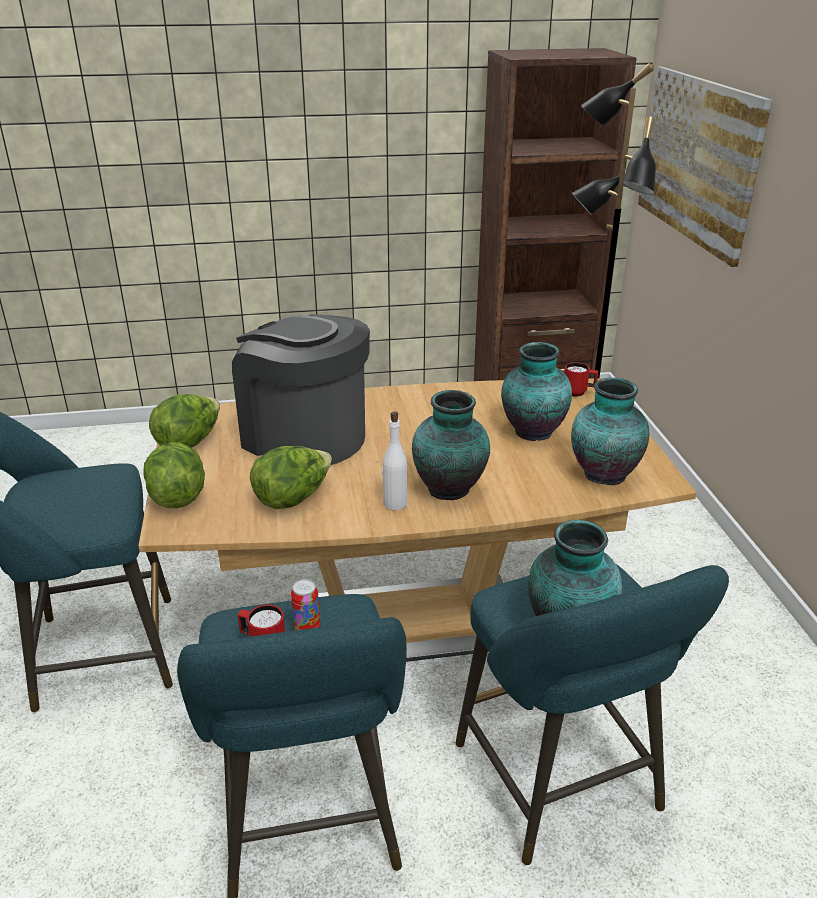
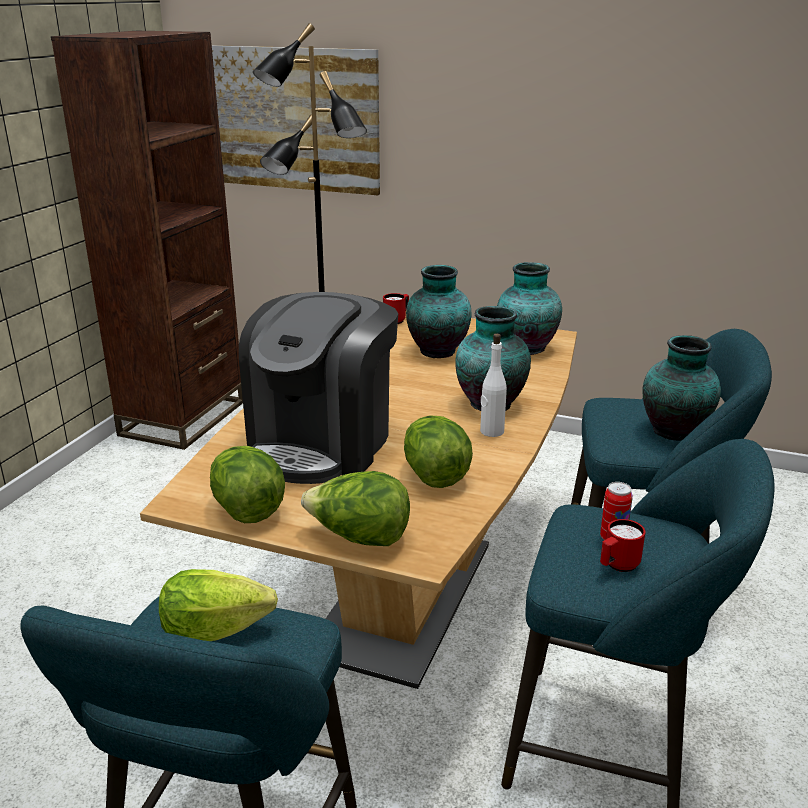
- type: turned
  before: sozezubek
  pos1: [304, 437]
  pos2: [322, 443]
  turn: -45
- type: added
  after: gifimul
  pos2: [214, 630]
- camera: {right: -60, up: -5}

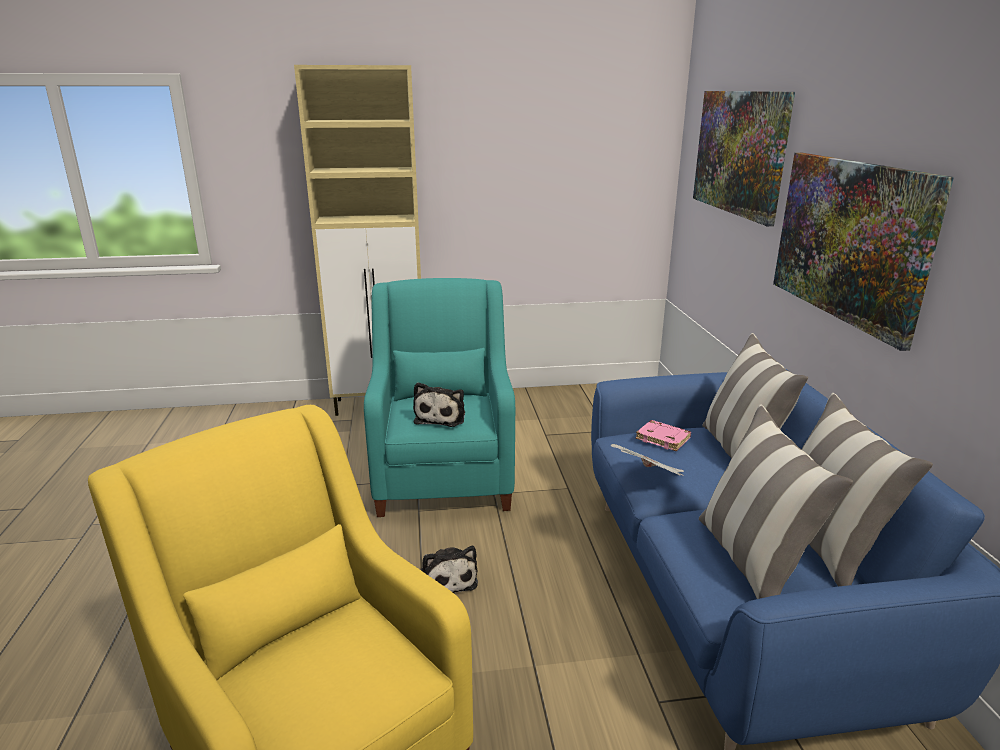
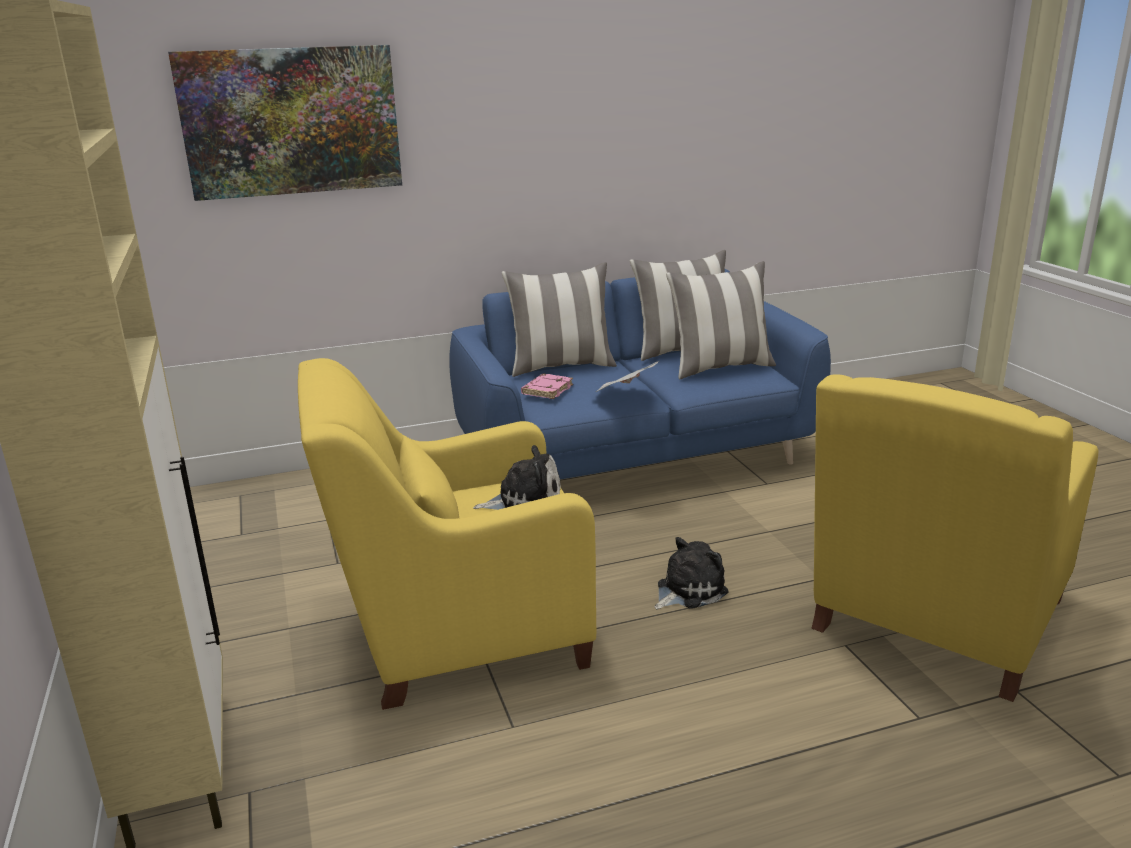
- type: removed
  before: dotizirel
  pos1: [850, 240]
- type: recoloured
  before: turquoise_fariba
  after: yellow_fariba
  pos1: [444, 473]
  pos2: [458, 632]
- camera: {right: -100, up: 0}

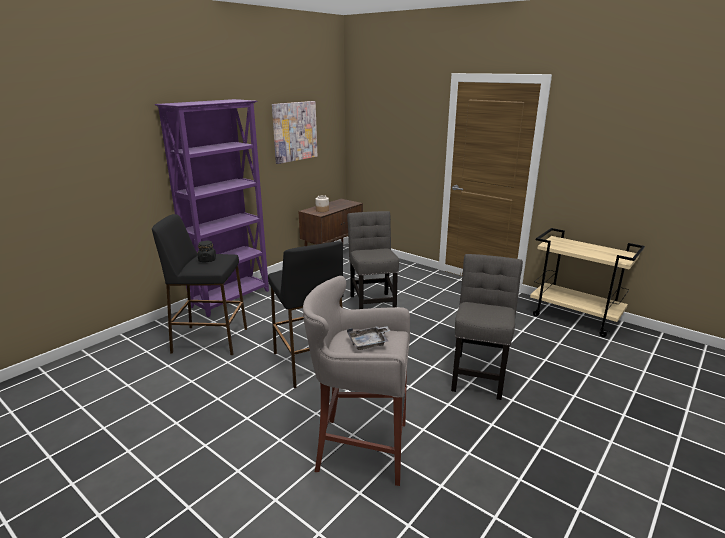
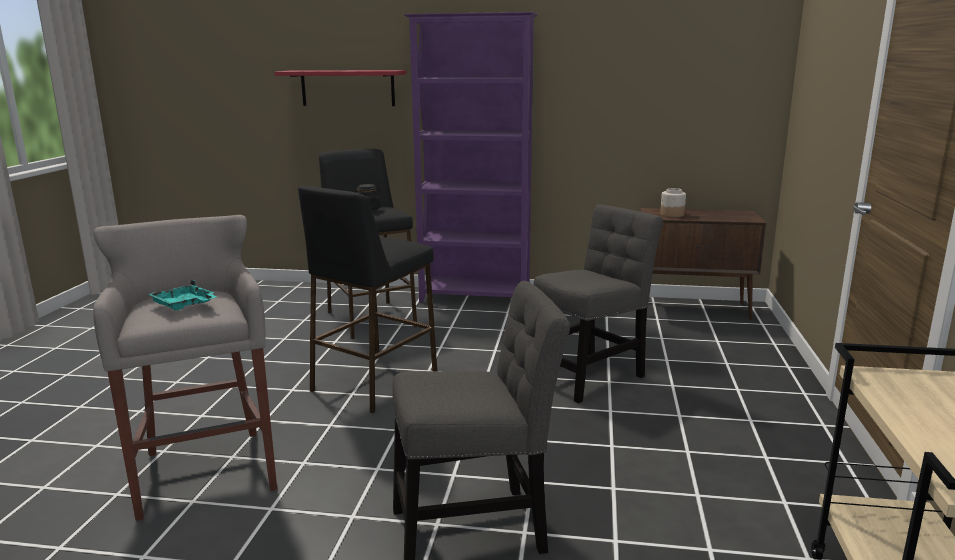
- type: removed
  before: dotizirel
  pos1: [294, 131]
- type: recoloured
  before: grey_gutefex
  after: turquoise_gutefex
  pos1: [369, 343]
  pos2: [184, 305]
- type: added
  after: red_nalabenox
  pos2: [347, 88]
- camera: {right: 60, up: -5}

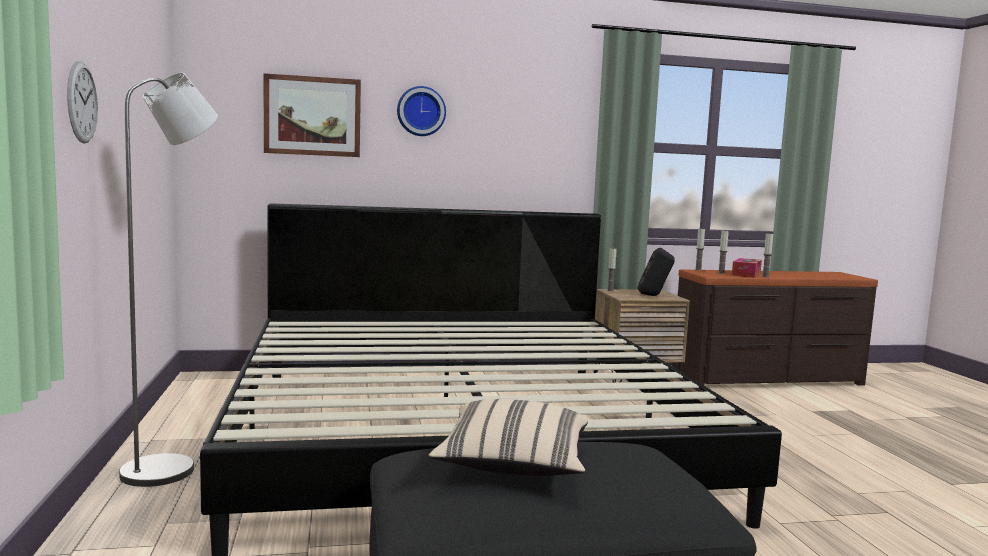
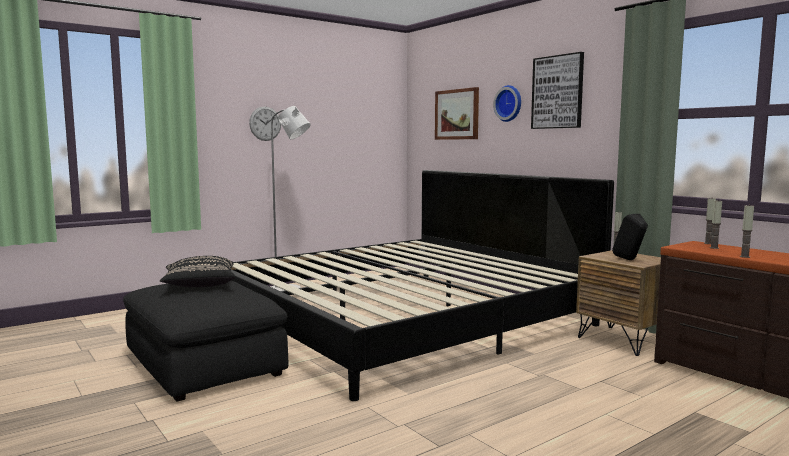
- type: removed
  before: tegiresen
  pos1: [746, 274]
- type: recoloured
  before: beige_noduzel
  after: black_noduzel
  pos1: [513, 466]
  pos2: [200, 285]
- type: added
  after: dotizirel
  pos2: [557, 92]
- camera: {right: 65, up: 0}

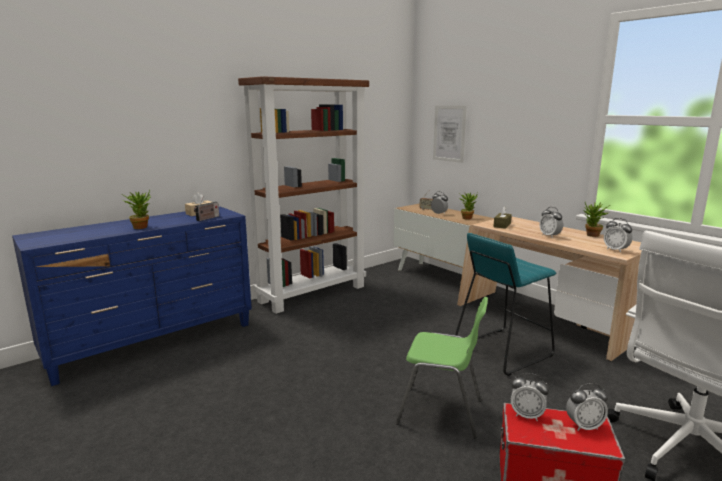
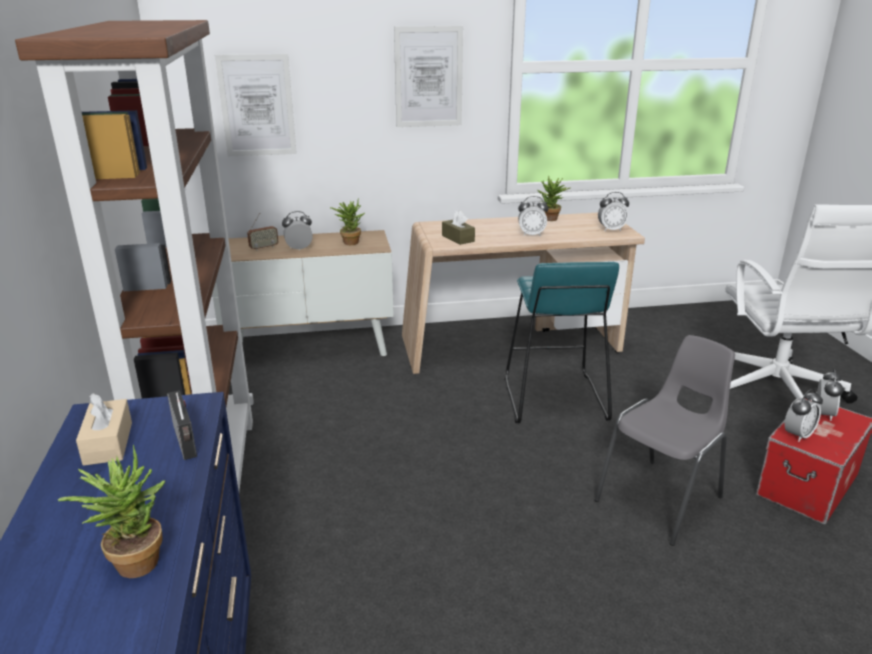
- type: recoloured
  before: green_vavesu
  after: grey_vavesu
  pos1: [441, 412]
  pos2: [661, 499]
- type: added
  after: dotizirel
  pos2: [428, 77]
- camera: {right: -60, up: 10}

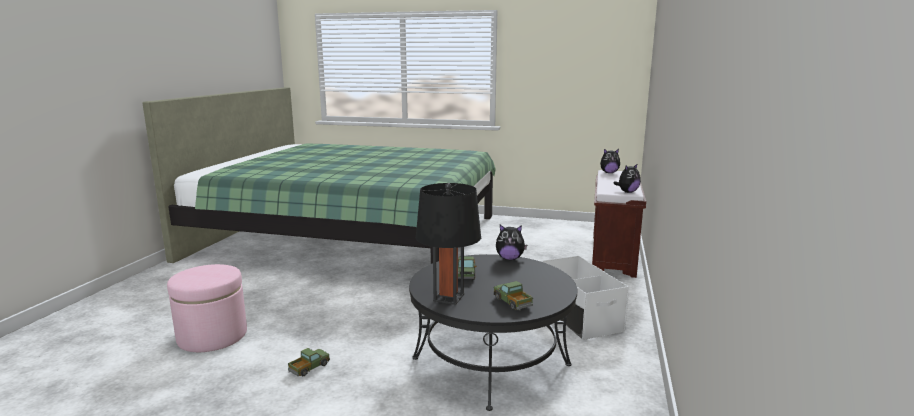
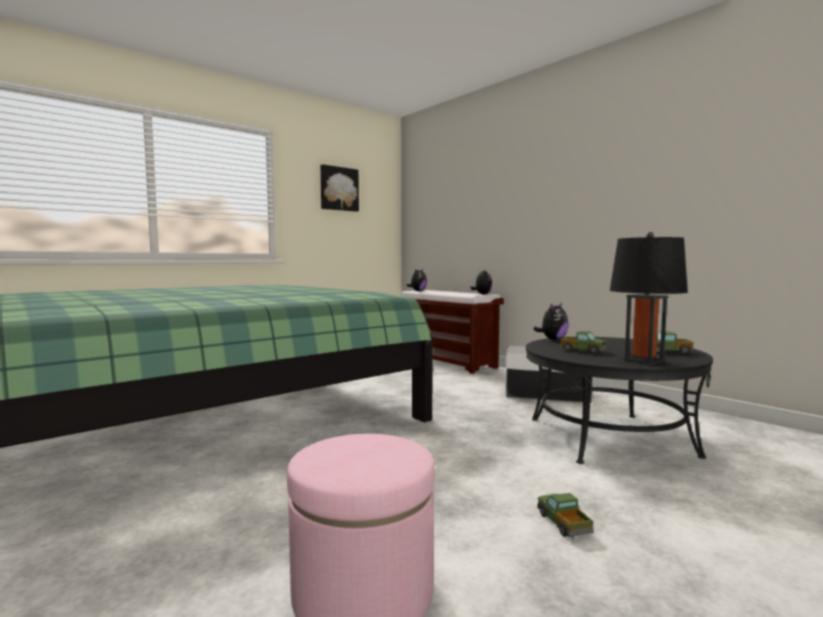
- type: added
  after: dotizirel
  pos2: [339, 189]
- camera: {right: -55, up: -10}

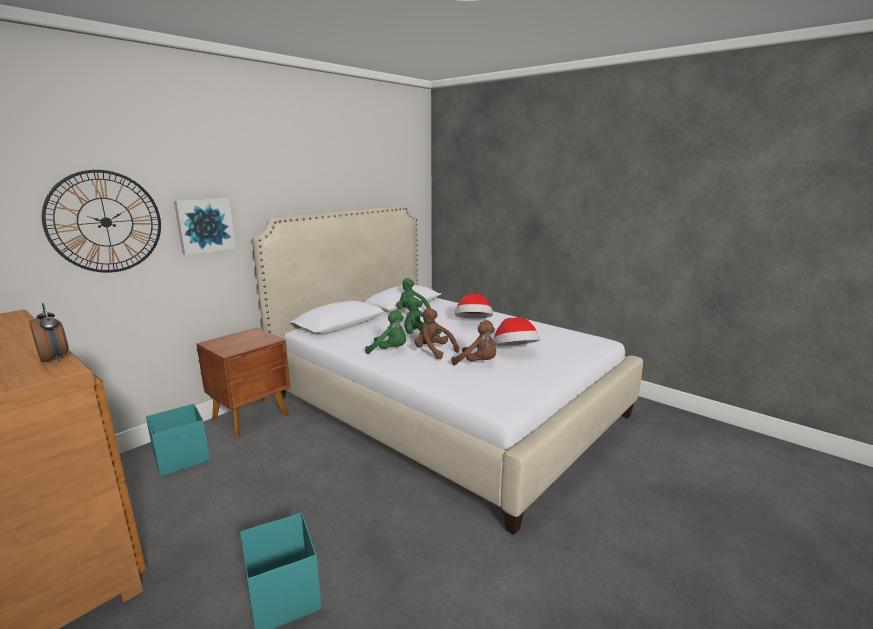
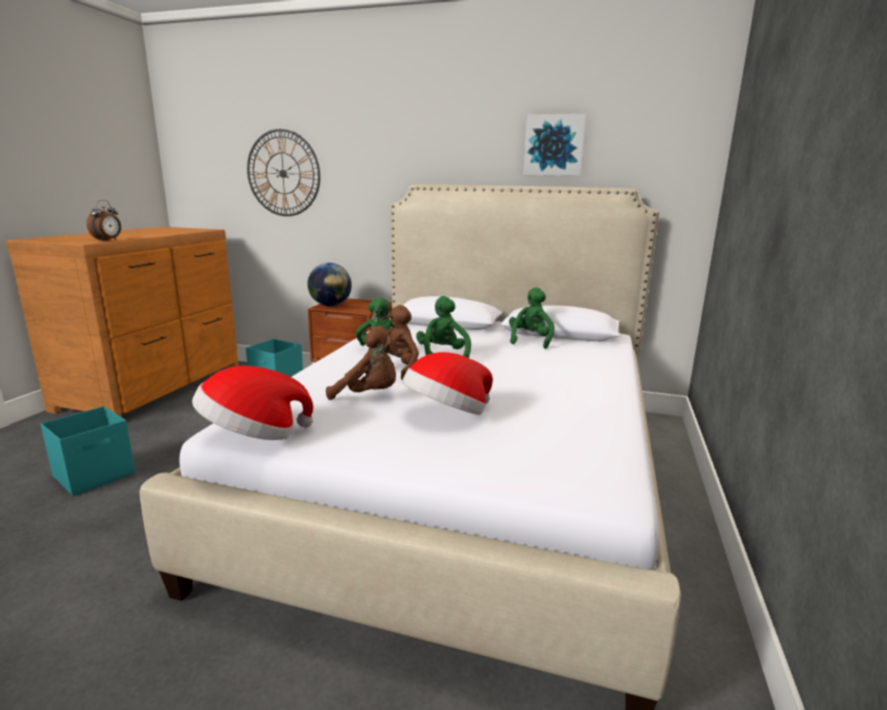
- type: moved
  before: dotizirel
  pos1: [204, 225]
  pos2: [554, 145]
- type: moved
  before: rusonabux
  pos1: [473, 323]
  pos2: [253, 436]
- type: turned
  before: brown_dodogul
  pos1: [478, 363]
  pos2: [369, 395]
  turn: -75
- type: added
  after: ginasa
  pos2: [330, 305]
- camera: {right: 65, up: 0}

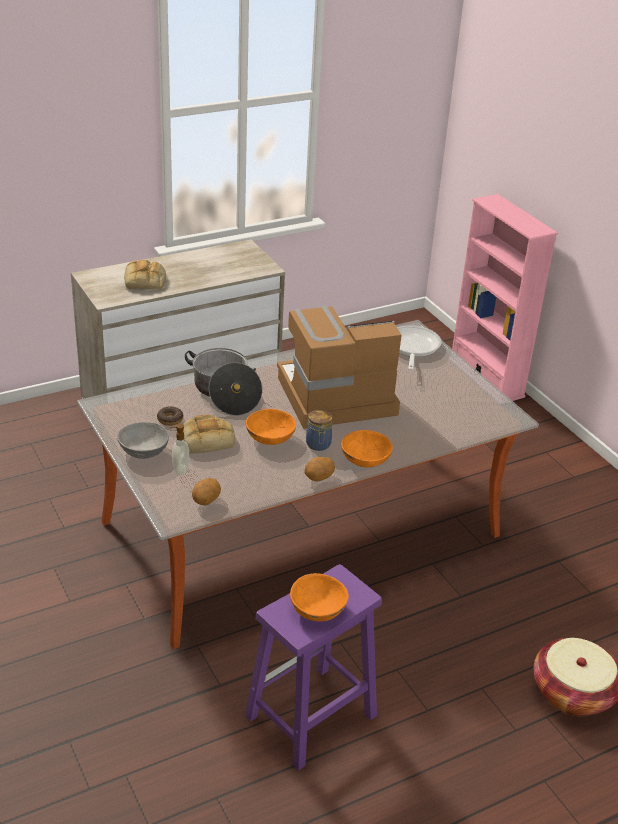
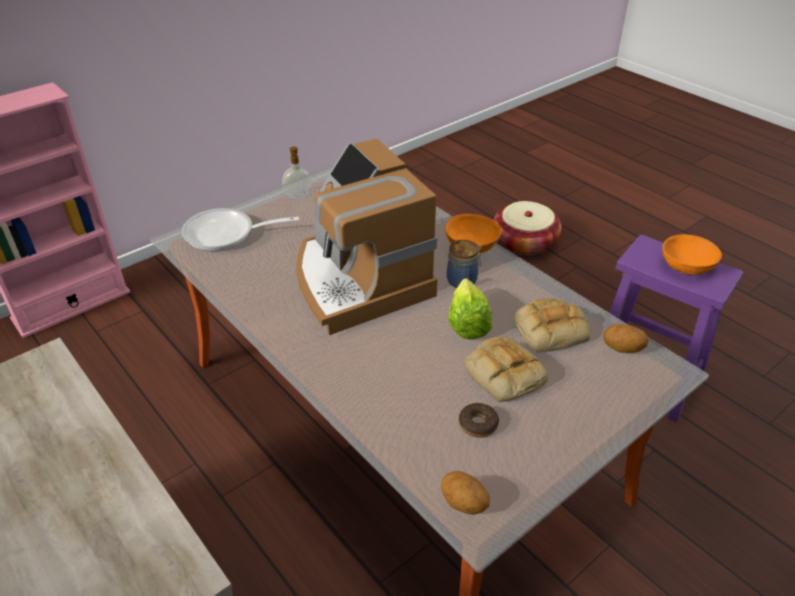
- type: moved
  before: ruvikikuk
  pos1: [145, 281]
  pos2: [550, 329]
- type: removed
  before: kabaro
  pos1: [225, 393]
- type: replaced
  before: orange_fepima
  after: gifimul
  pos1: [270, 437]
  pos2: [468, 320]
- type: removed
  before: grey_fepima
  pos1: [143, 451]
- type: moved
  before: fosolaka
  pos1: [180, 469]
  pos2: [298, 196]
- type: moved
  before: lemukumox
  pos1: [318, 478]
  pos2: [463, 504]
- camera: {right: -100, up: 5}

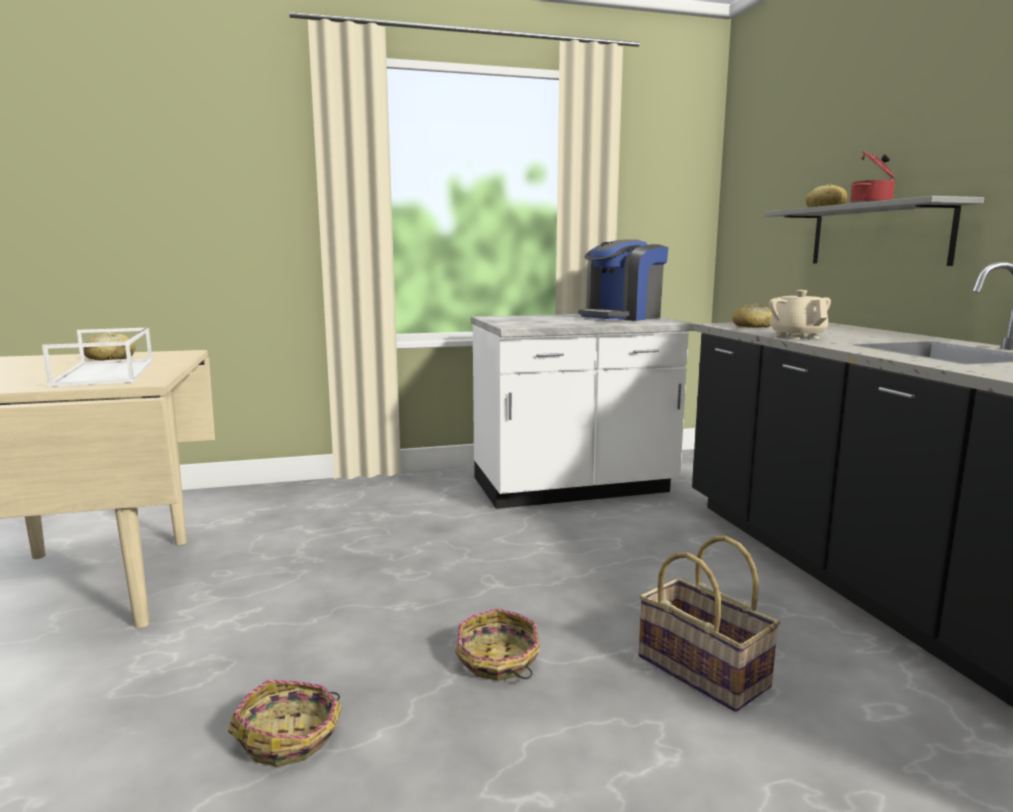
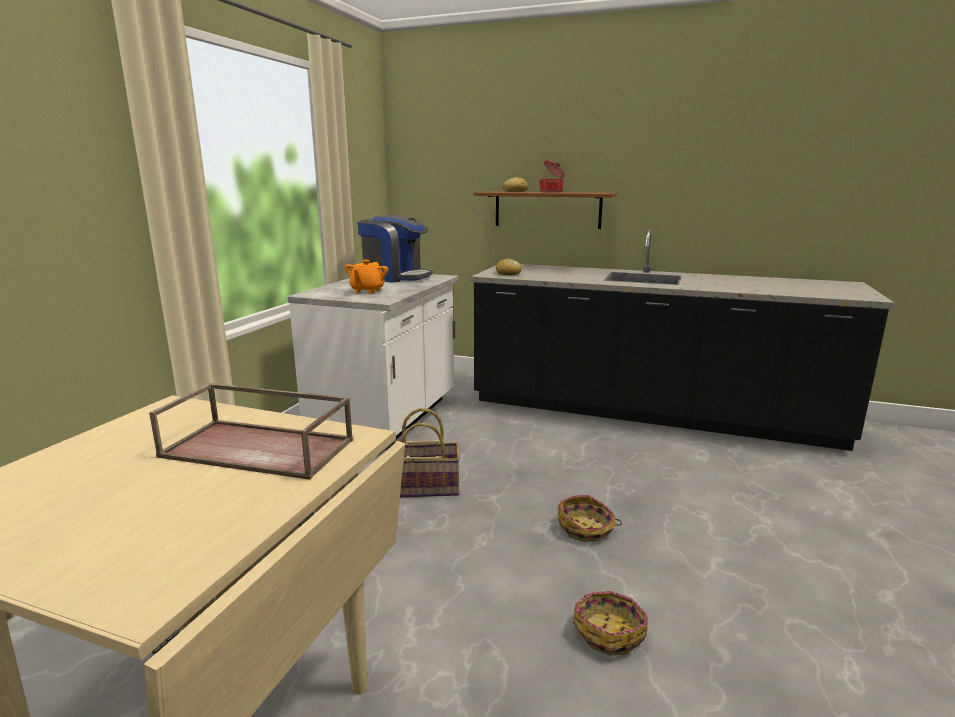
- type: recoloured
  before: grey_nalabenox
  after: brown_nalabenox
  pos1: [878, 235]
  pos2: [547, 209]
- type: turned
  before: sozezubek
  pos1: [622, 317]
  pos2: [395, 277]
  turn: -60
- type: removed
  before: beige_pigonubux
  pos1: [797, 336]
- type: recoloured
  before: white_gutefex
  after: brown_gutefex
  pos1: [107, 373]
  pos2: [260, 447]
- type: removed
  before: ruvikikuk
  pos1: [110, 358]
- type: moved
  before: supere
  pos1: [704, 671]
  pos2: [425, 487]
- type: added
  after: orange_pigonubux
  pos2: [367, 291]
- camera: {right: -55, up: 5}

